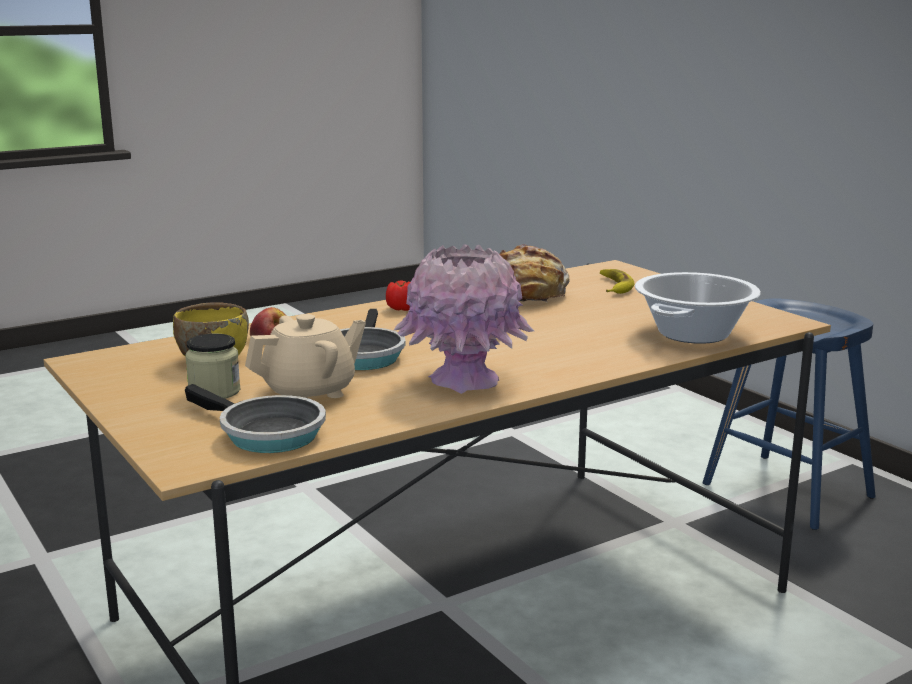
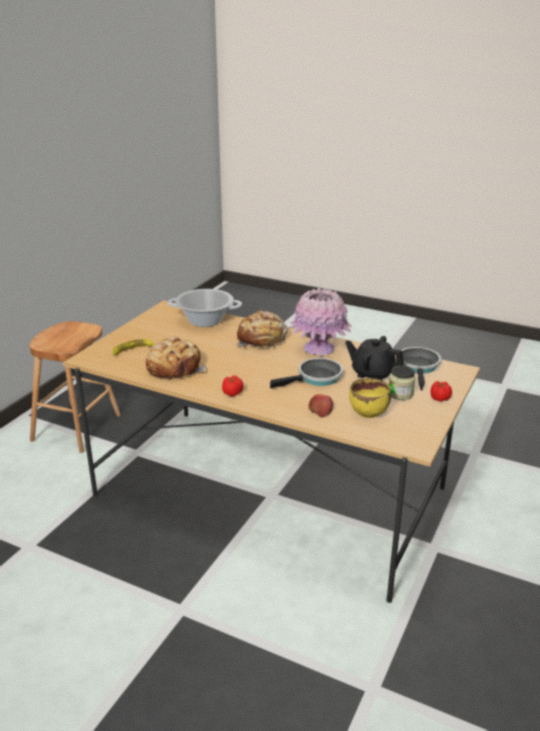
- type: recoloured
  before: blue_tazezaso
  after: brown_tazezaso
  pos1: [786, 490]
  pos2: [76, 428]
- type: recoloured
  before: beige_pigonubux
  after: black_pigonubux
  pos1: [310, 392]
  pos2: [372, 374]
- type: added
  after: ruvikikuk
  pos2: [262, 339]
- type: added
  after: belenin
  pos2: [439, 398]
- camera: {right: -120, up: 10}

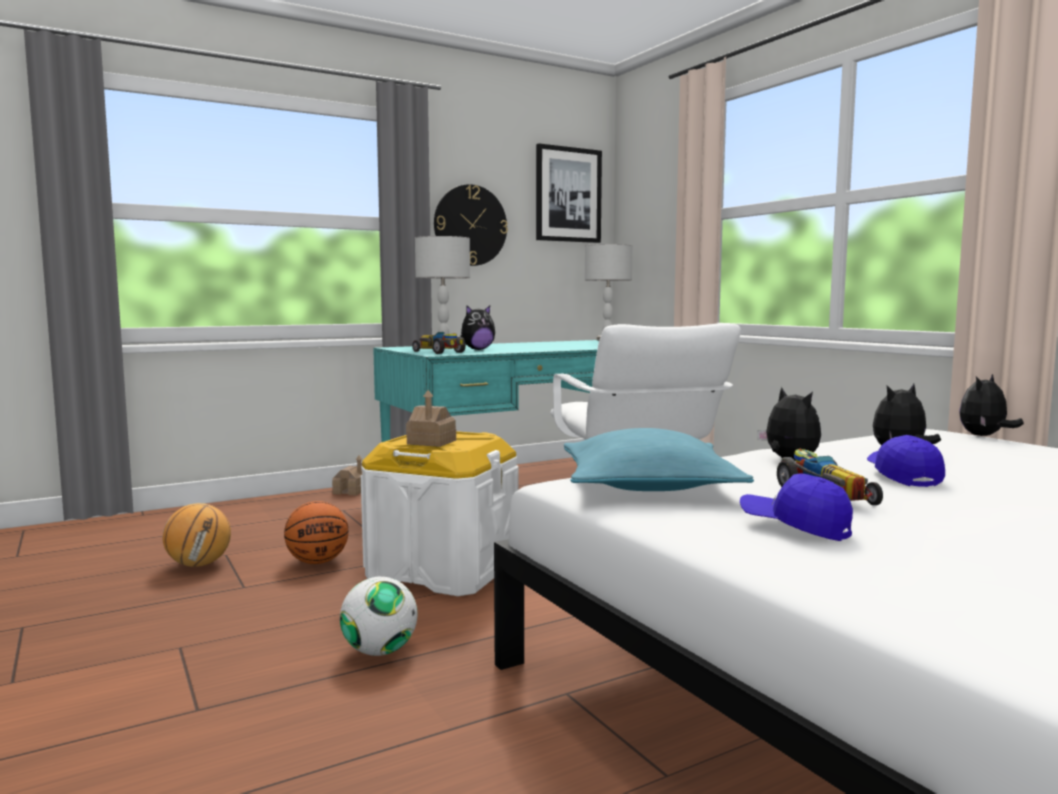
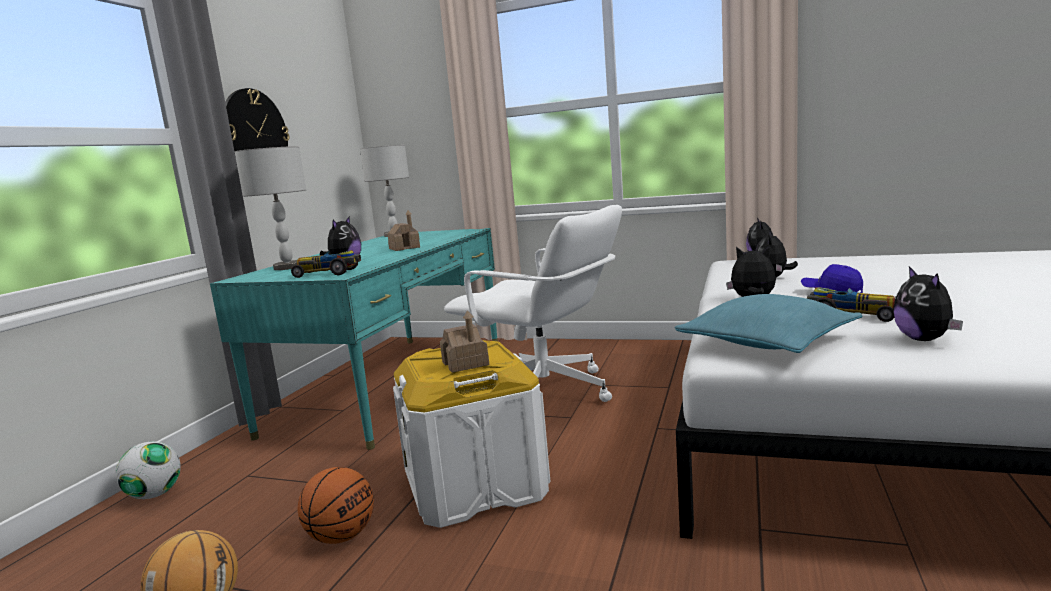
- type: removed
  before: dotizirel
  pos1: [568, 195]
- type: moved
  before: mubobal
  pos1: [350, 491]
  pos2: [404, 248]
- type: replaced
  before: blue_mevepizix
  after: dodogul
  pos1: [795, 527]
  pos2: [924, 339]
- type: moved
  before: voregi
  pos1: [379, 651]
  pos2: [154, 495]
- camera: {right: -40, up: 5}

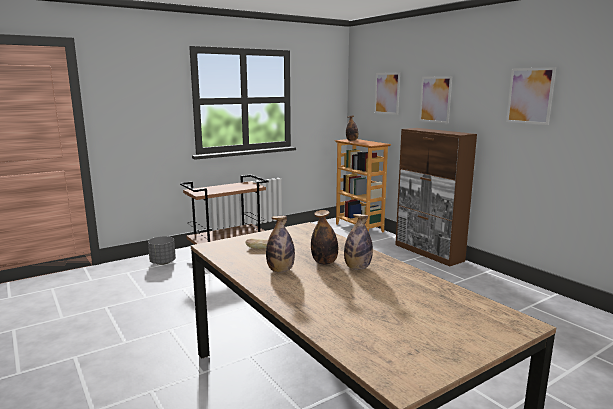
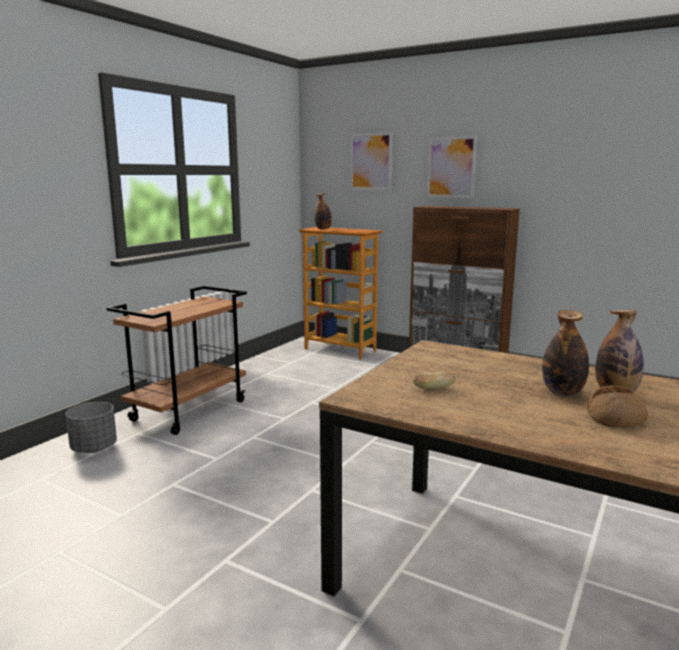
- type: removed
  before: dotizirel
  pos1: [530, 96]
- type: removed
  before: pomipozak
  pos1: [280, 270]
- type: added
  after: ruvikikuk
  pos2: [616, 418]
- camera: {right: -25, up: 0}

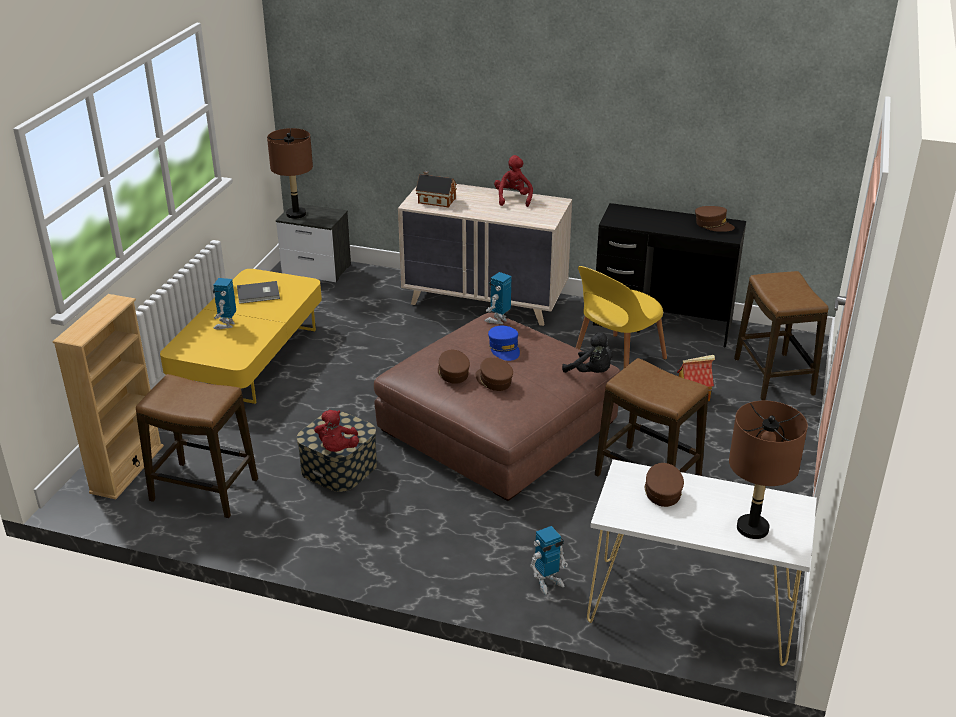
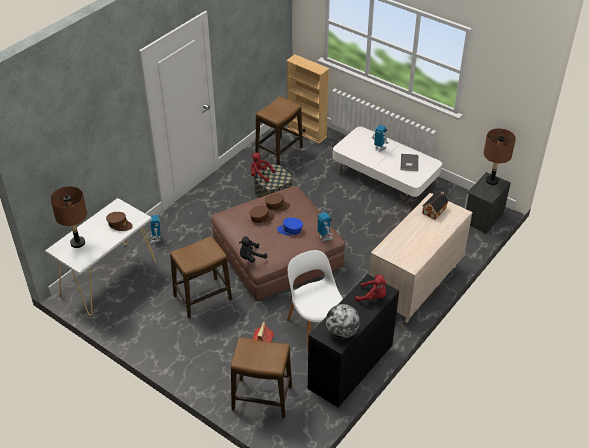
- type: moved
  before: red_dodogul
  pos1: [513, 198]
  pos2: [373, 297]
- type: replaced
  before: brown_mevepizix
  after: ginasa
  pos1: [713, 225]
  pos2: [342, 332]
- type: recoloured
  before: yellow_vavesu
  after: white_vavesu
  pos1: [616, 361]
  pos2: [316, 325]
- type: recoloured
  before: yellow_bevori
  after: white_bevori
  pos1: [249, 359]
  pos2: [384, 178]
- camera: {right: 110, up: 10}

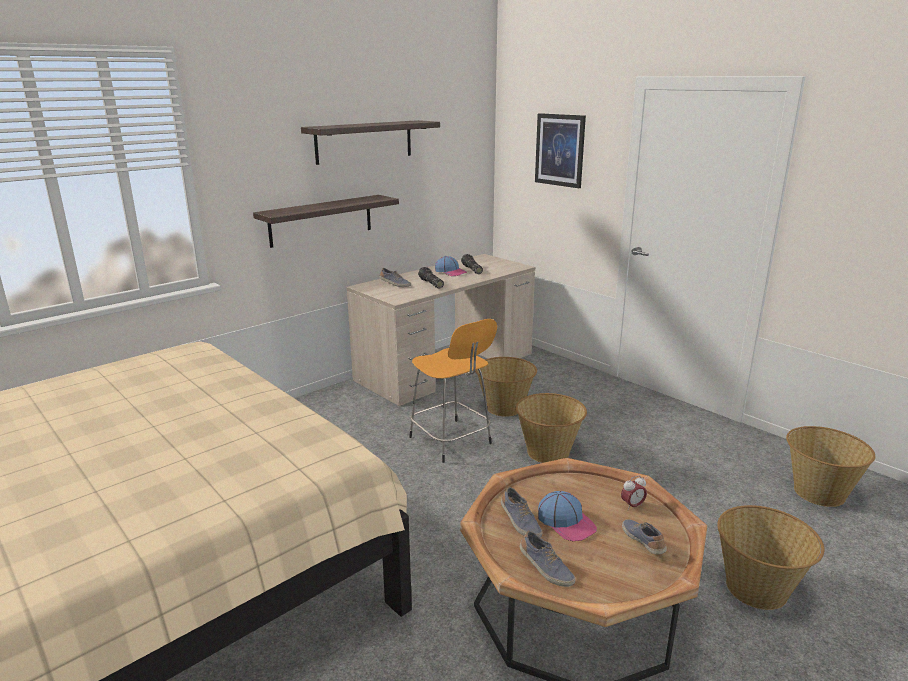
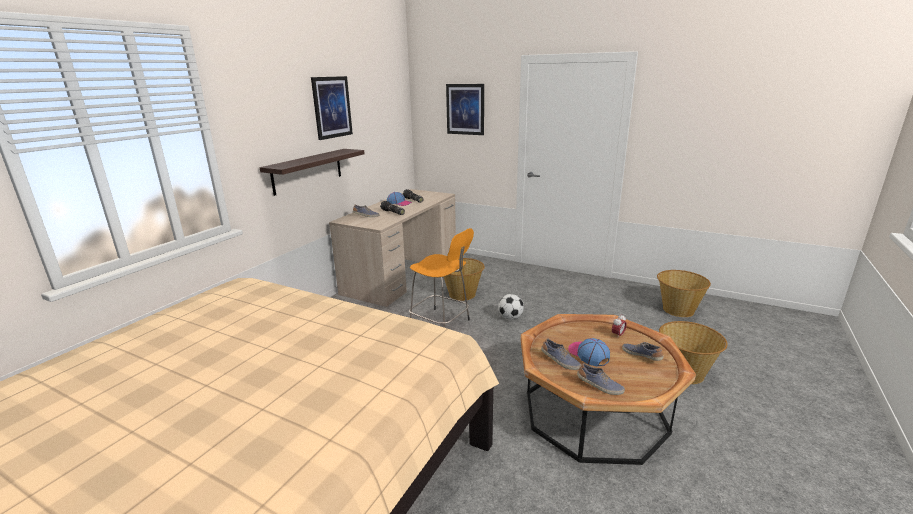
- type: replaced
  before: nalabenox
  after: dotizirel
  pos1: [364, 141]
  pos2: [332, 107]
- type: replaced
  before: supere
  after: voregi
  pos1: [548, 452]
  pos2: [510, 318]
- type: turned
  before: mevepizix
  pos1: [566, 522]
  pos2: [588, 354]
  turn: -150
- camera: {right: -20, up: 0}

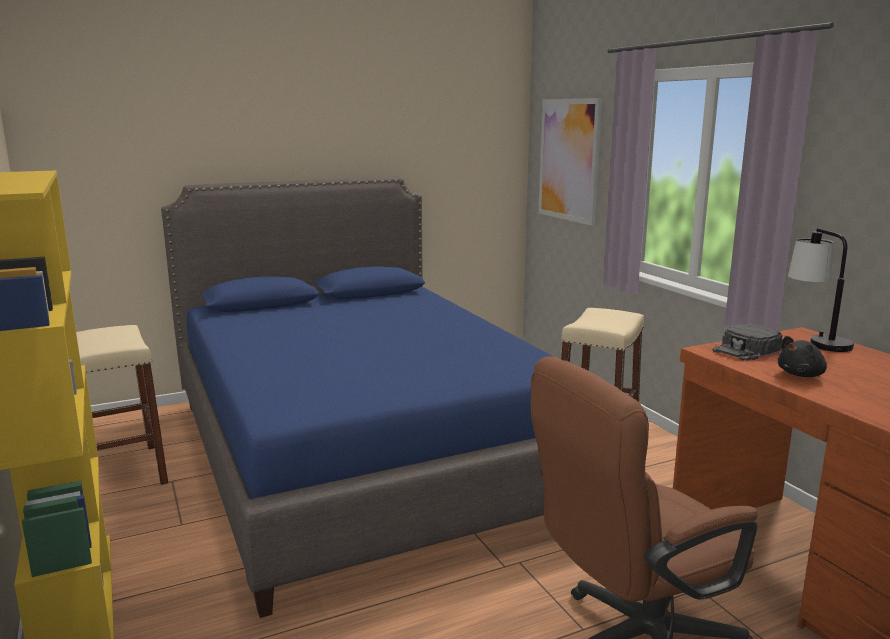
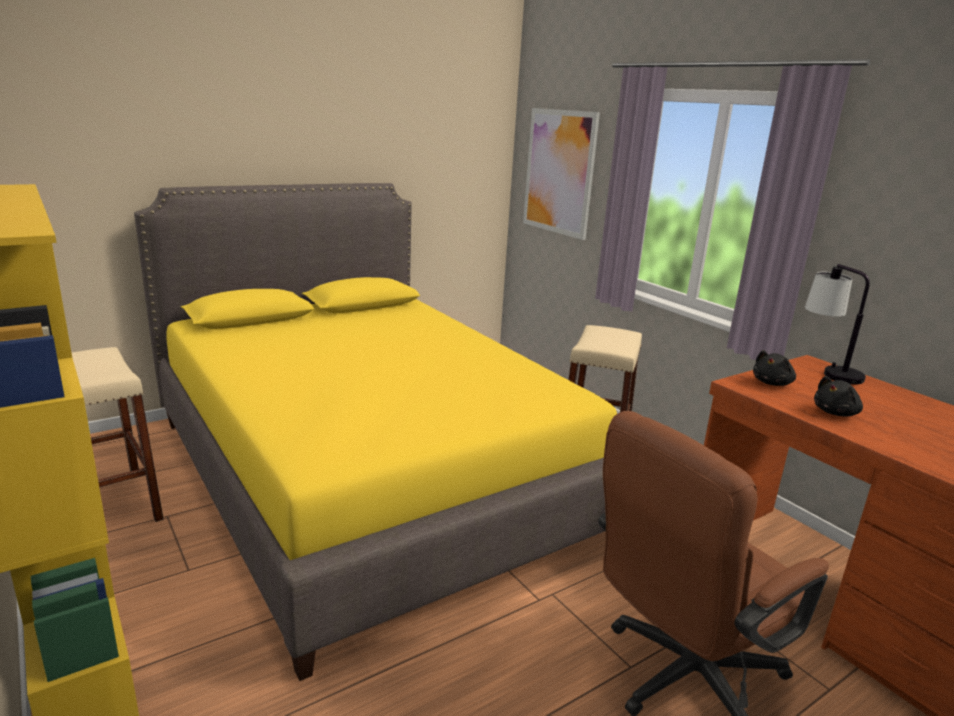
- type: recoloured
  before: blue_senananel
  after: yellow_senananel
  pos1: [363, 454]
  pos2: [368, 476]
- type: replaced
  before: black_mevepizix
  after: black_dodogul
  pos1: [746, 350]
  pos2: [772, 383]
- camera: {right: -10, up: 5}

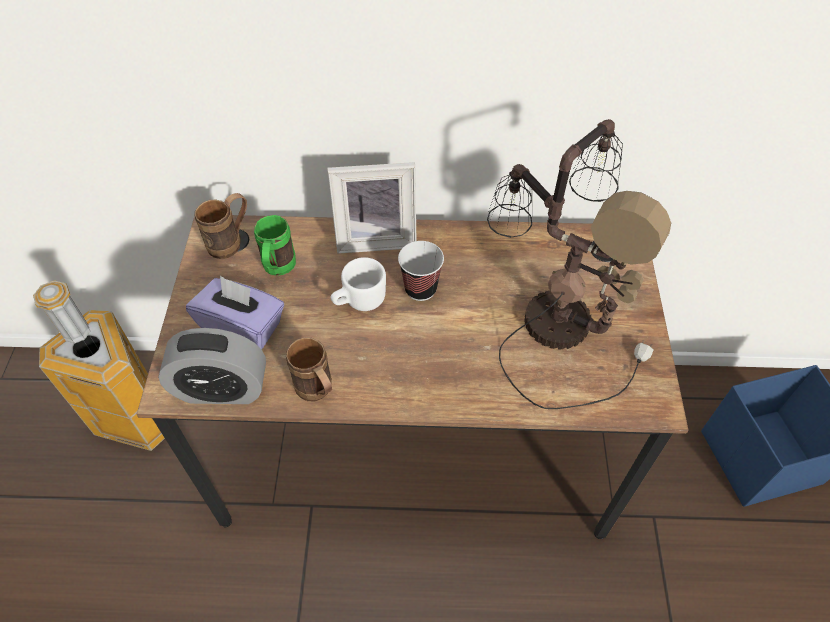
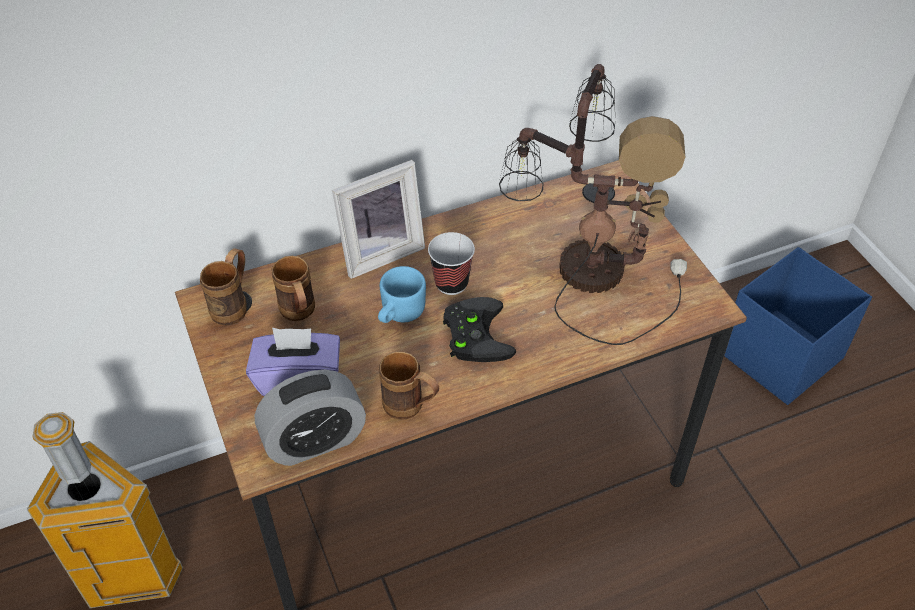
- type: recoloured
  before: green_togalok
  after: brown_togalok
  pos1: [277, 270]
  pos2: [299, 314]
- type: recoloured
  before: white_togalok
  after: blue_togalok
  pos1: [358, 301]
  pos2: [399, 314]
- type: added
  after: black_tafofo
  pos2: [474, 333]
- camera: {right: -25, up: -5}

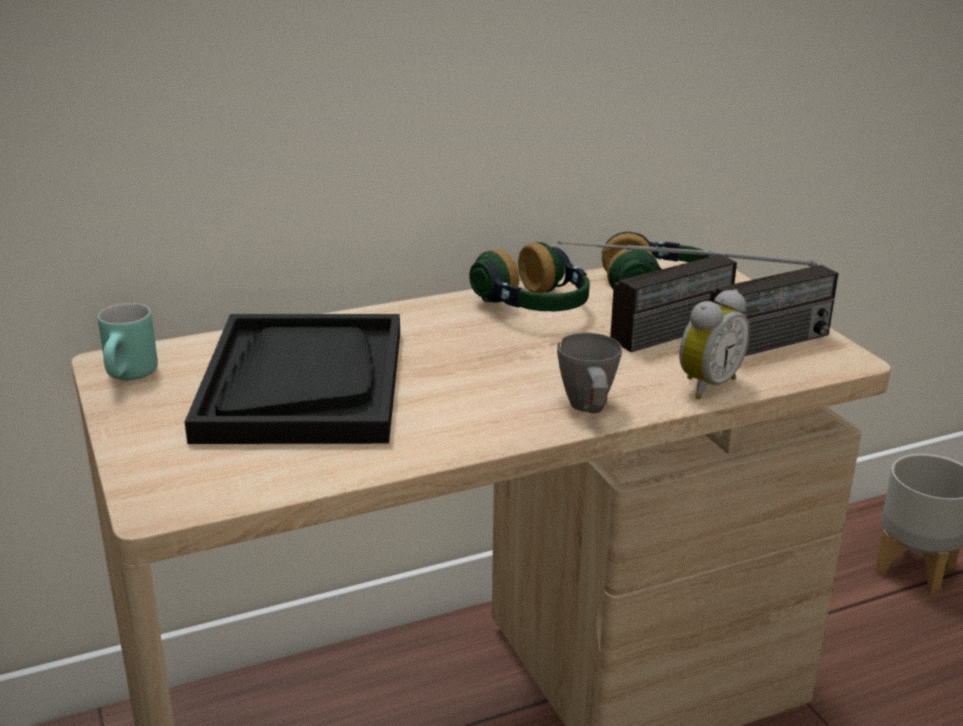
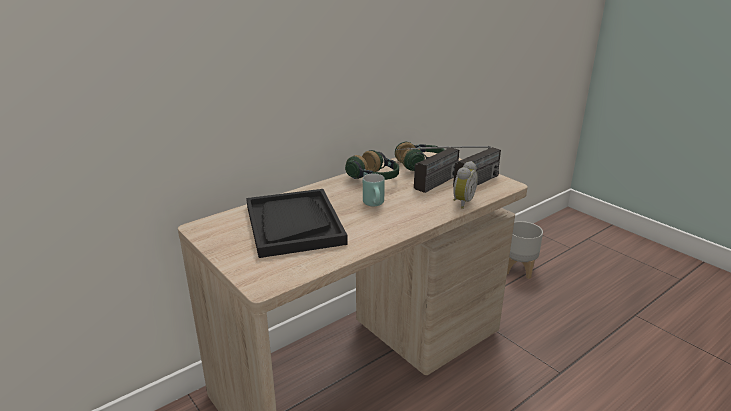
- type: moved
  before: turquoise_togalok
  pos1: [132, 377]
  pos2: [376, 205]
- type: removed
  before: grey_togalok
  pos1: [589, 411]
- camera: {right: -15, up: 0}

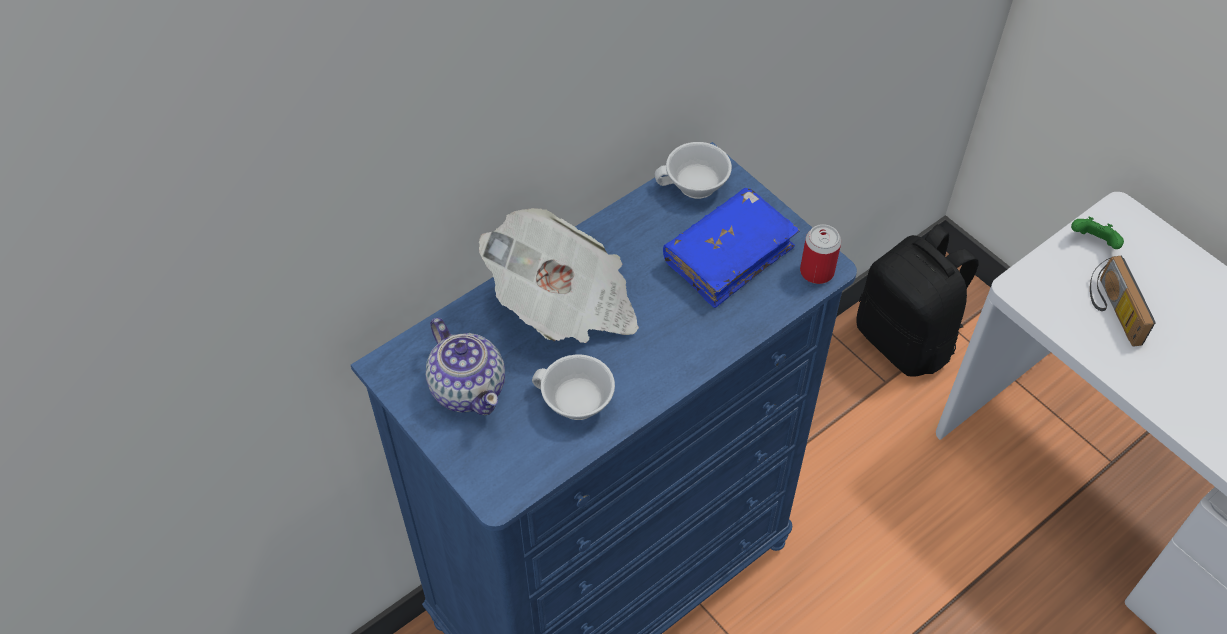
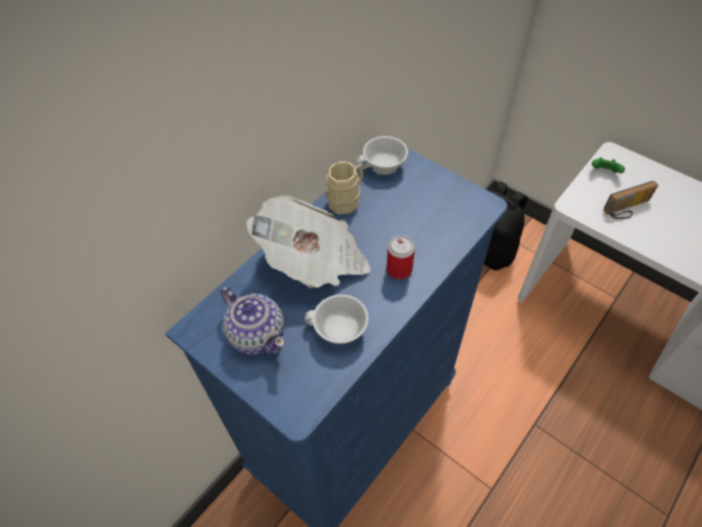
- type: removed
  before: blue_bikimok
  pos1: [729, 256]
- type: moved
  before: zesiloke
  pos1: [817, 271]
  pos2: [399, 269]
- type: turned
  before: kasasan
  pos1: [1111, 310]
  pos2: [627, 209]
  turn: -90
- type: added
  after: beige_togalok
  pos2: [347, 199]
- camera: {right: -10, up: 0}

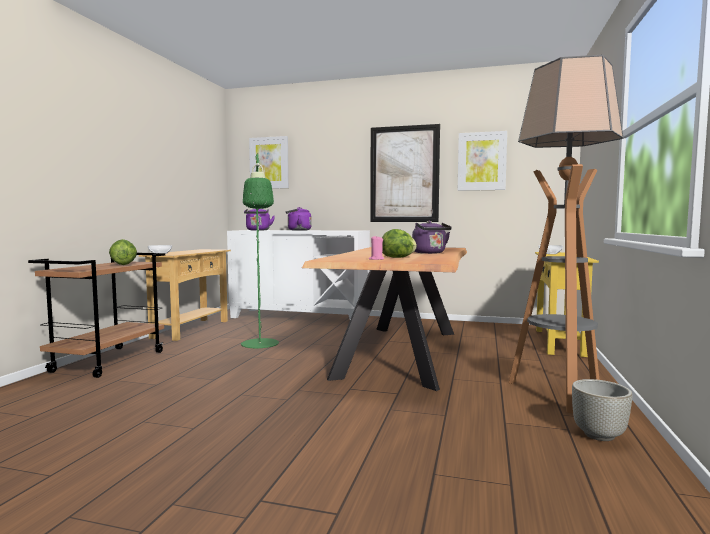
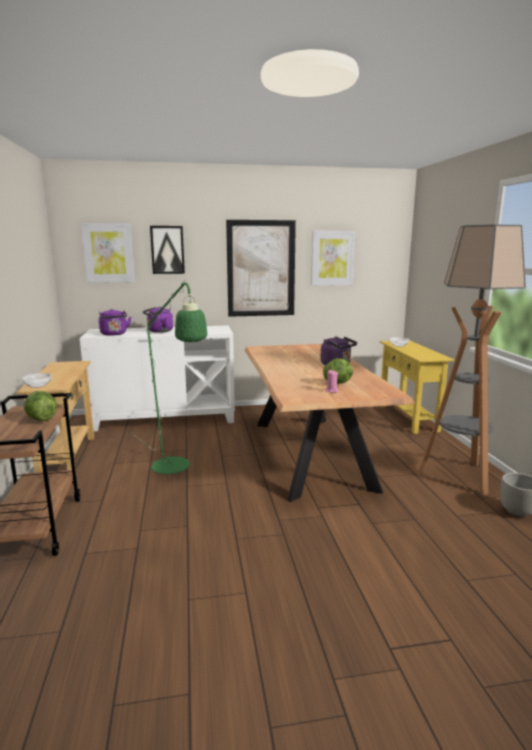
- type: added
  after: dotizirel
  pos2: [167, 250]
- camera: {right: -25, up: 10}

